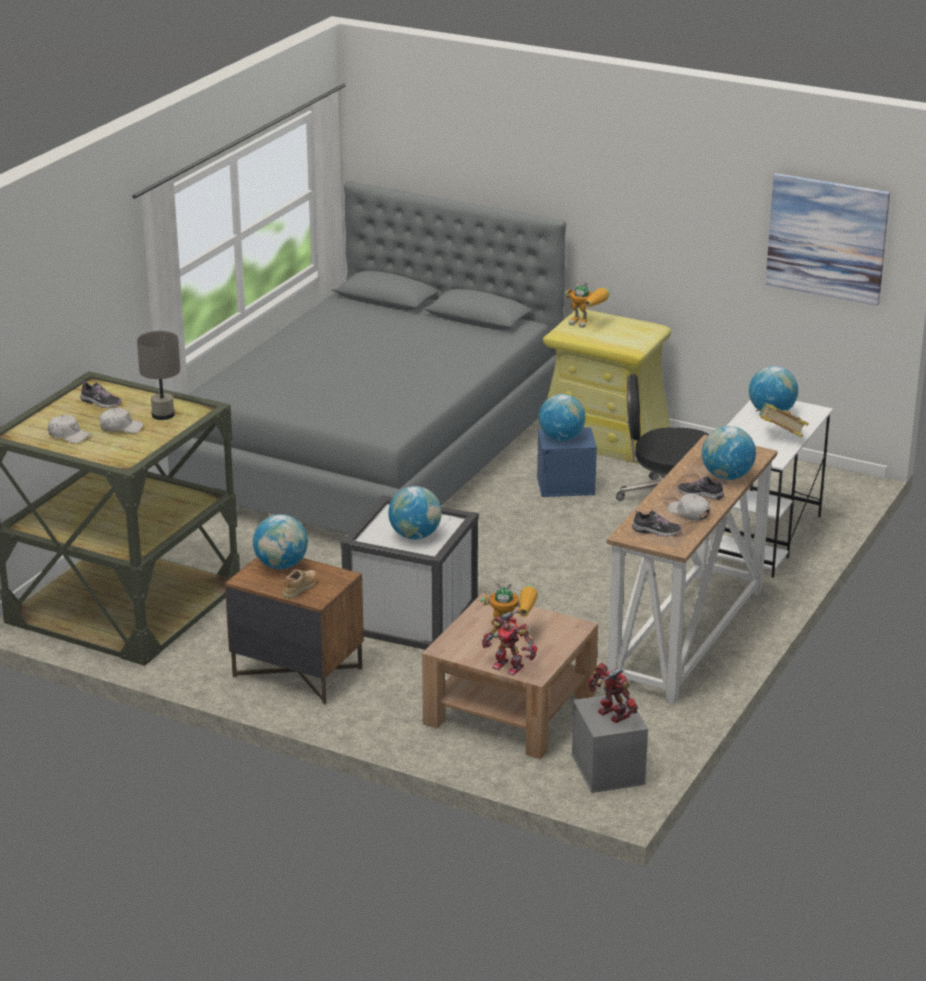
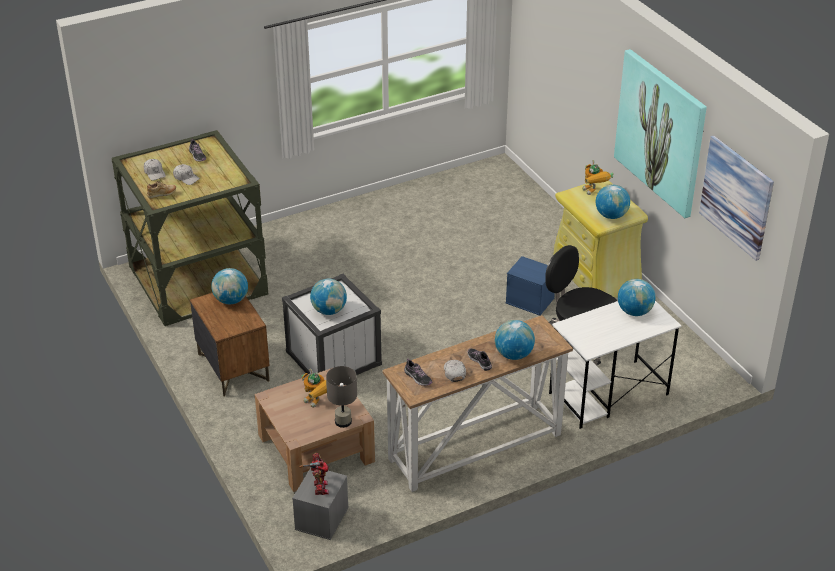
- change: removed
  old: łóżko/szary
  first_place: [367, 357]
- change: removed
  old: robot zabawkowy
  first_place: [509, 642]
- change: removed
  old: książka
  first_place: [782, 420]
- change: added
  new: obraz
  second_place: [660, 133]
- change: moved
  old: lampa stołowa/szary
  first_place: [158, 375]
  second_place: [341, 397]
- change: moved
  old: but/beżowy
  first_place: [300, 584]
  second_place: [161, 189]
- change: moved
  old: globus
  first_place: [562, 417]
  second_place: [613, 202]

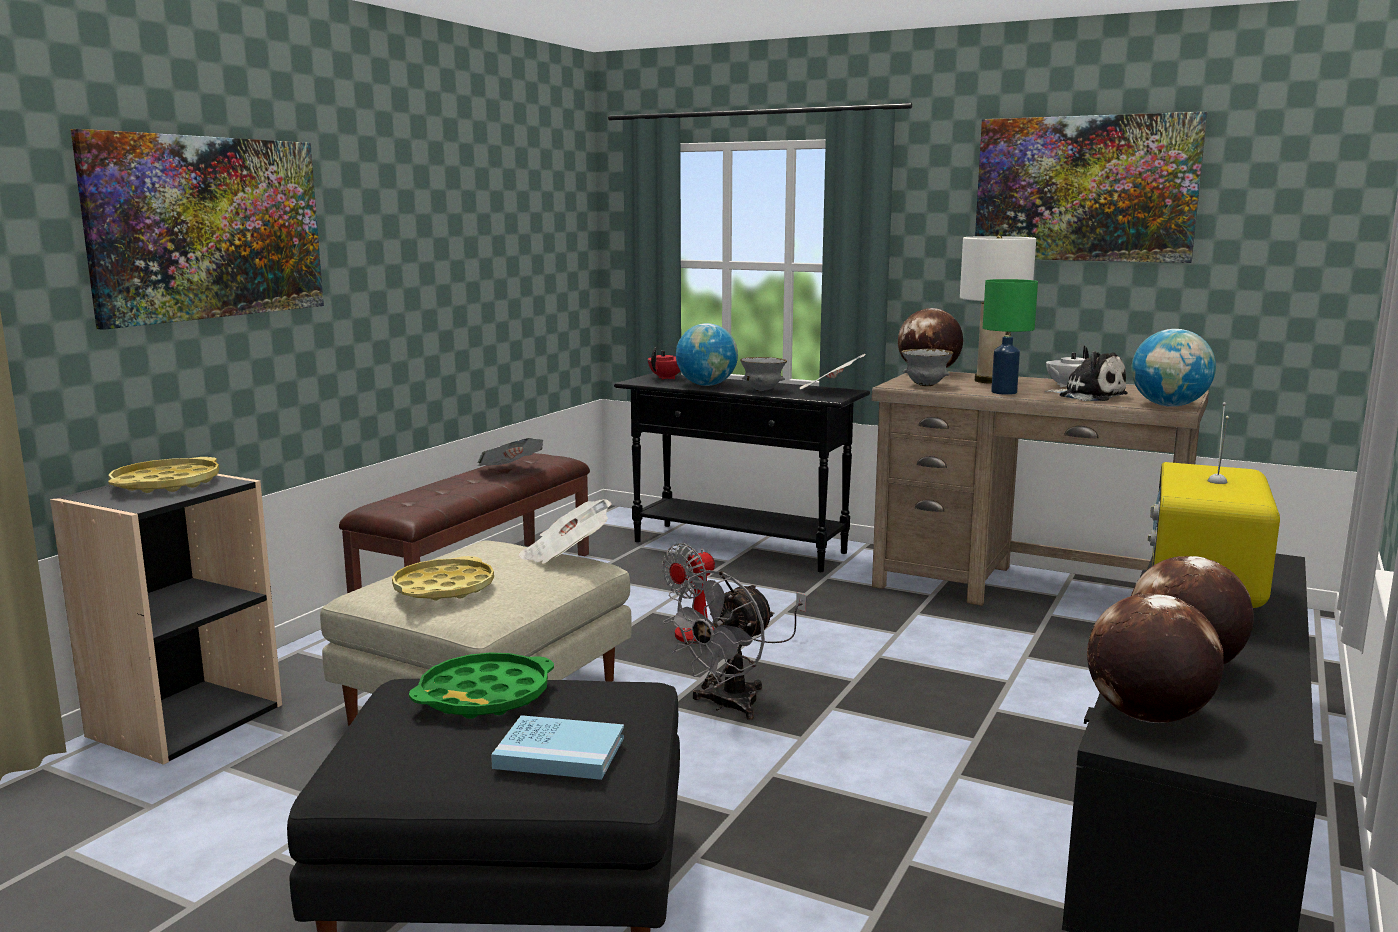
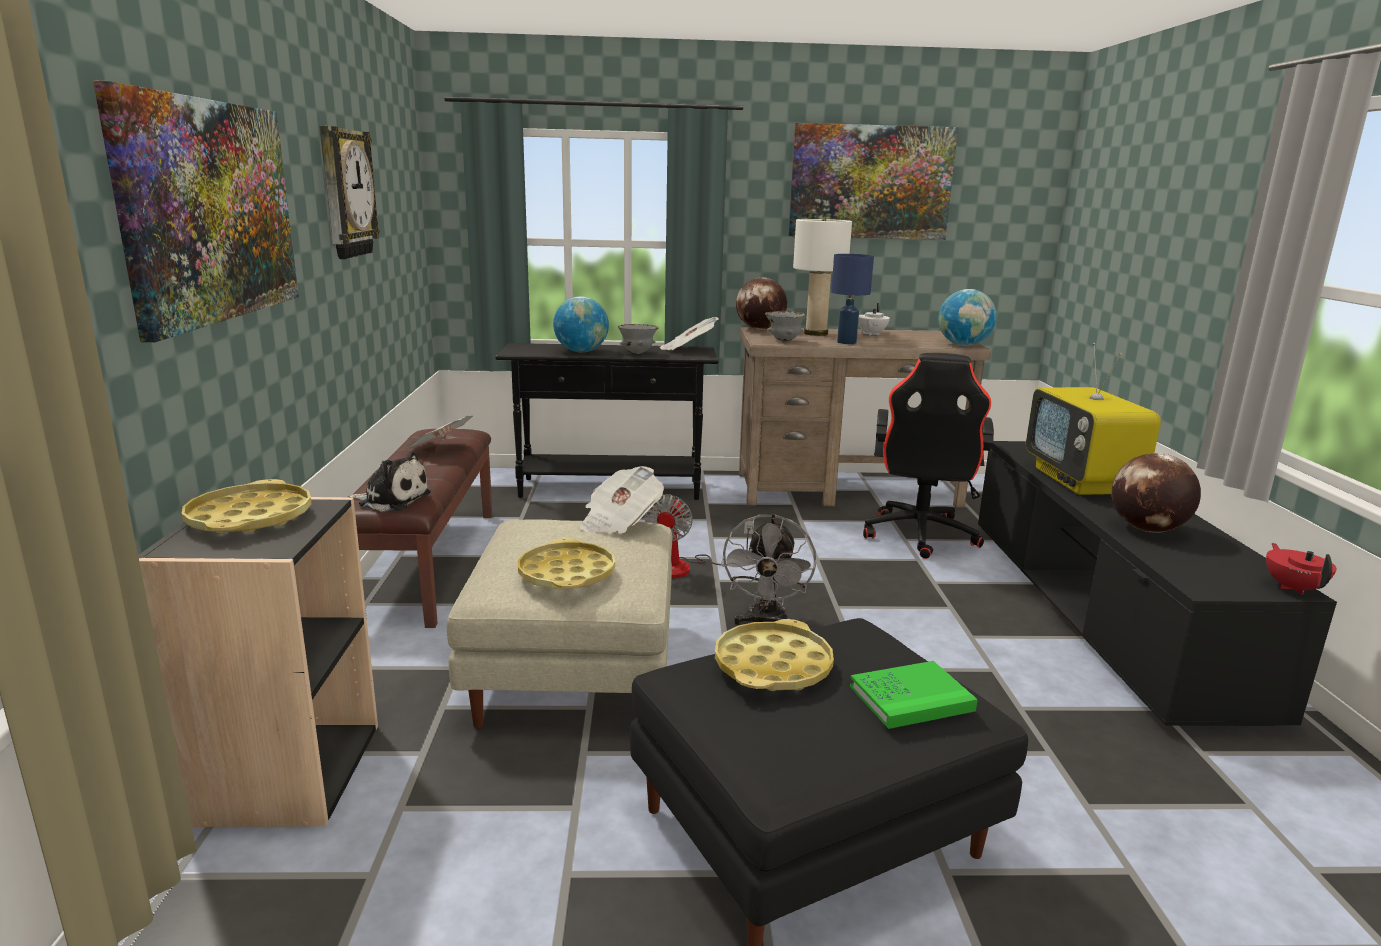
- change: removed
  old: globus
  first_place: [1155, 658]
- change: added
  new: zegar ścienny
  second_place: [349, 192]
- change: added
  new: krzesło biurowe/czarny
  second_place: [928, 456]
- change: moved
  old: imbryk/czerwony
  first_place: [664, 364]
  second_place: [1301, 569]
- change: moved
  old: pluszak
  first_place: [1086, 376]
  second_place: [389, 481]
- change: recoloured
  old: taca/zielony
  new: taca/żółty
  first_place: [481, 686]
  second_place: [774, 655]
- change: recoloured
  old: książka/niebieski
  new: książka/zielony
  first_place: [557, 747]
  second_place: [914, 695]
- change: recoloured
  old: lampa stołowa/zielony
  new: lampa stołowa/niebieski
  first_place: [1010, 337]
  second_place: [852, 299]

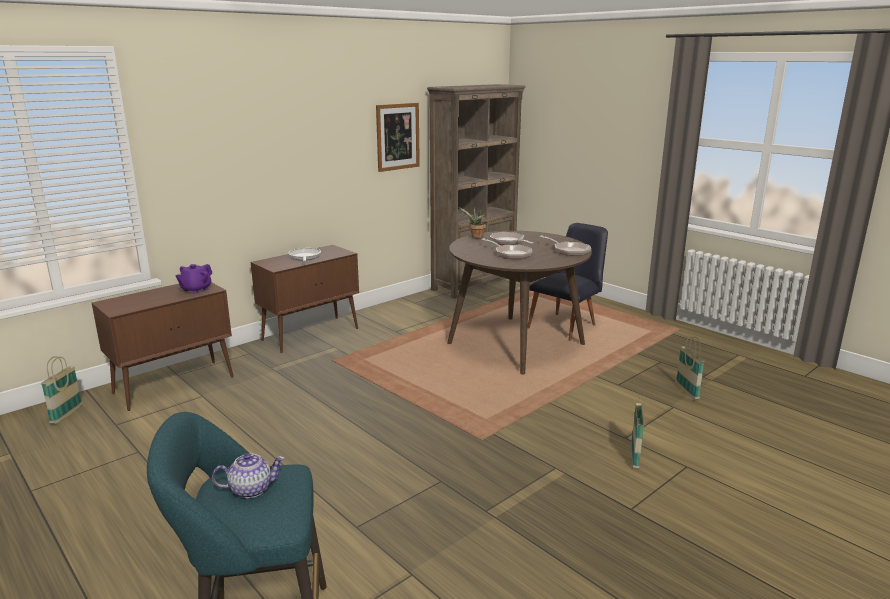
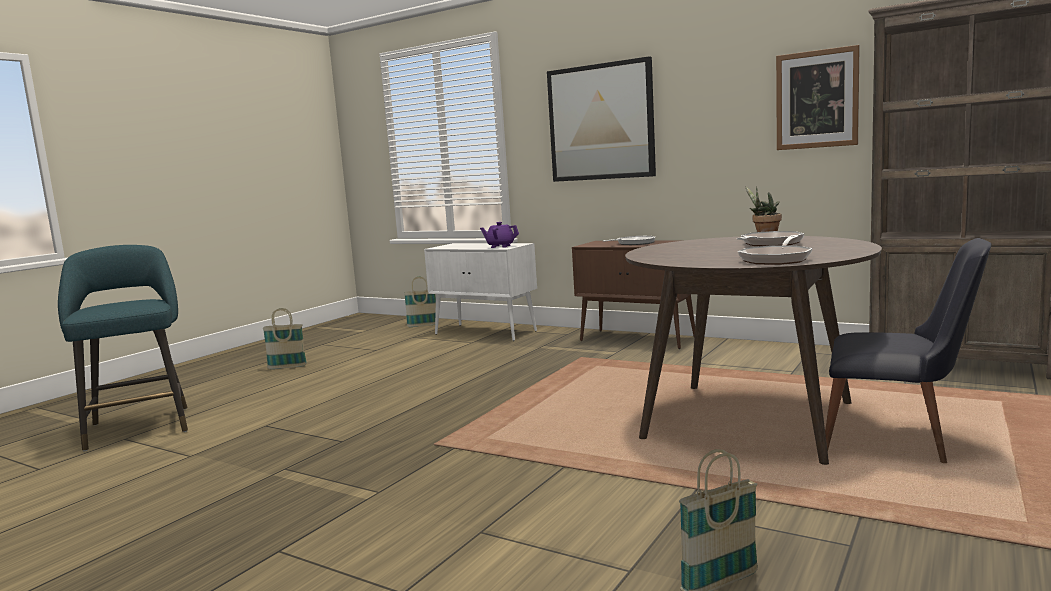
- change: removed
  old: imbryk
  first_place: [248, 475]
- change: removed
  old: patelnia
  first_place: [507, 249]
- change: added
  new: obraz
  second_place: [601, 119]
- change: moved
  old: koszyk
  first_place: [638, 431]
  second_place: [285, 338]
- change: recoloured
  old: szafka/brązowy
  new: szafka/biały
  first_place: [163, 346]
  second_place: [480, 292]

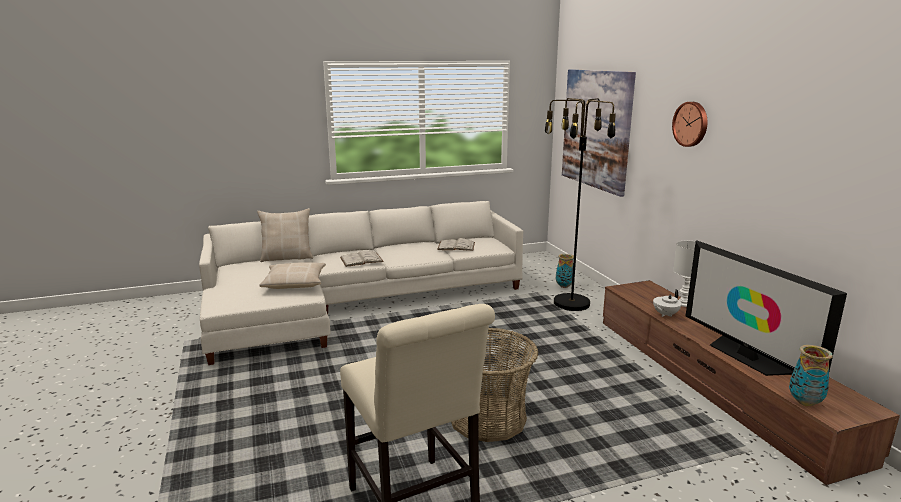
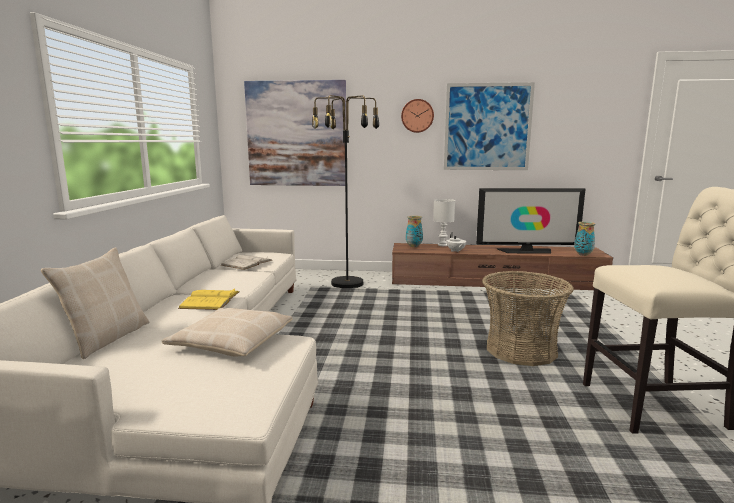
- change: added
  new: obraz
  second_place: [489, 126]
- change: moved
  old: wazon
  first_place: [565, 271]
  second_place: [414, 231]
- change: recoloured
  old: książka/biały
  new: książka/żółty
  first_place: [362, 258]
  second_place: [208, 299]

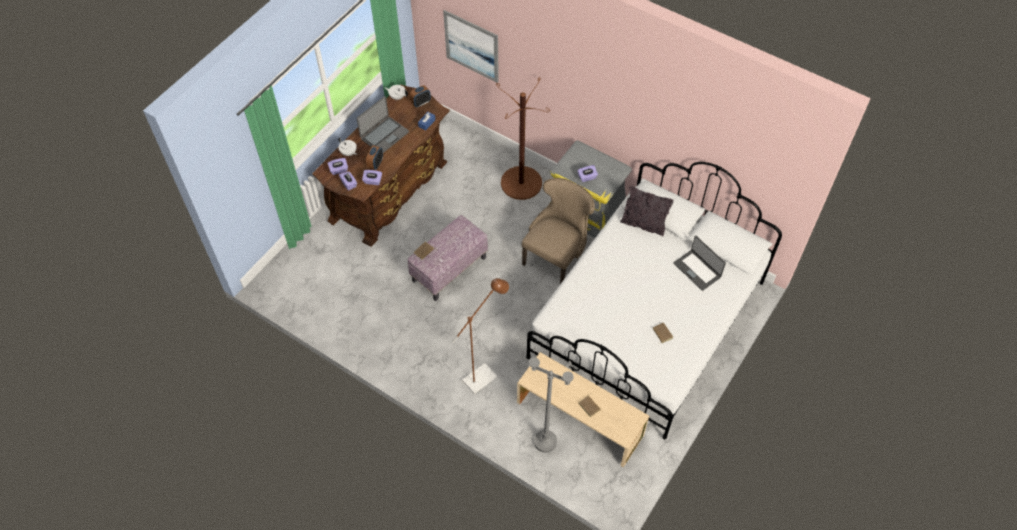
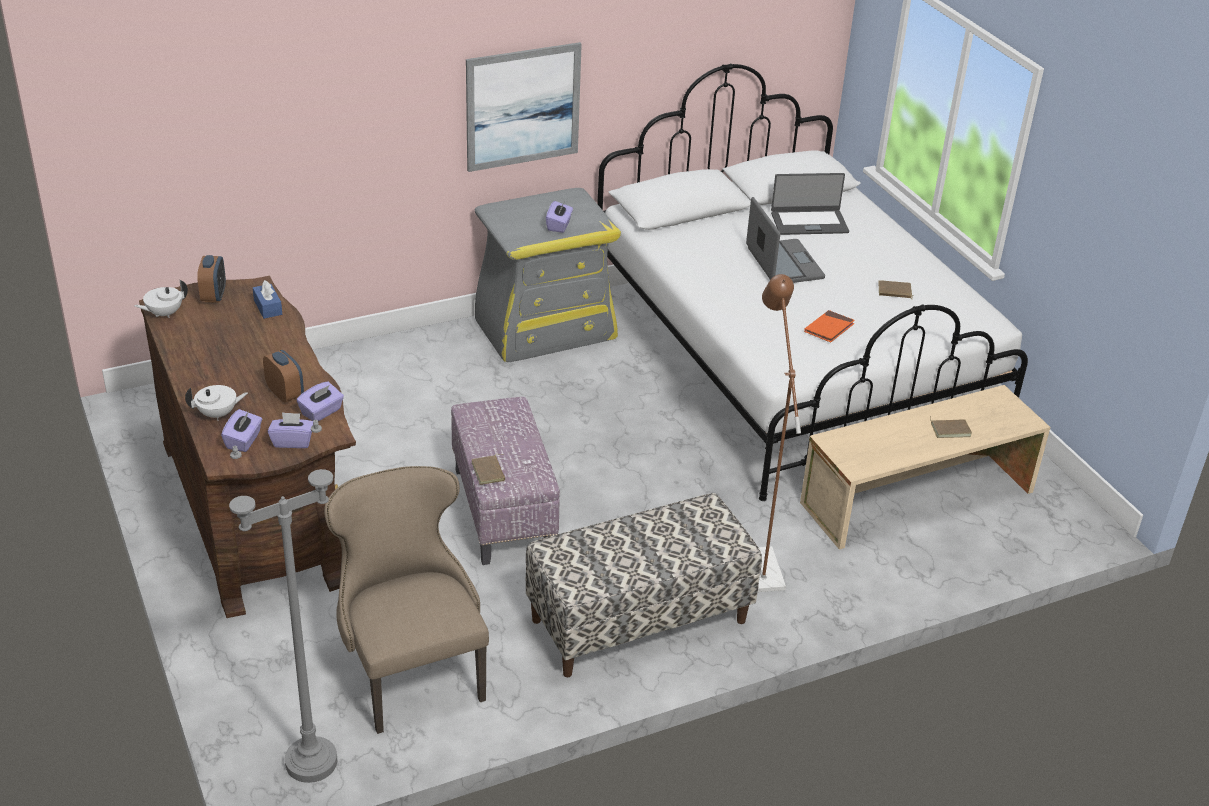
- change: removed
  old: wieszak/brązowy
  first_place: [523, 138]
- change: removed
  old: poduszka/czarny
  first_place: [647, 211]
- change: added
  new: ławka
  second_place: [644, 585]
- change: added
  new: książka/pomarańczowy
  second_place: [829, 326]
- change: moved
  old: laptop
  first_place: [383, 124]
  second_place: [785, 240]
- change: moved
  old: obraz
  first_place: [471, 46]
  second_place: [524, 107]
- change: moved
  old: krzesło/beżowy
  first_place: [558, 231]
  second_place: [406, 600]
- change: moved
  old: lampa stojąca/szary
  first_place: [551, 399]
  second_place: [283, 601]

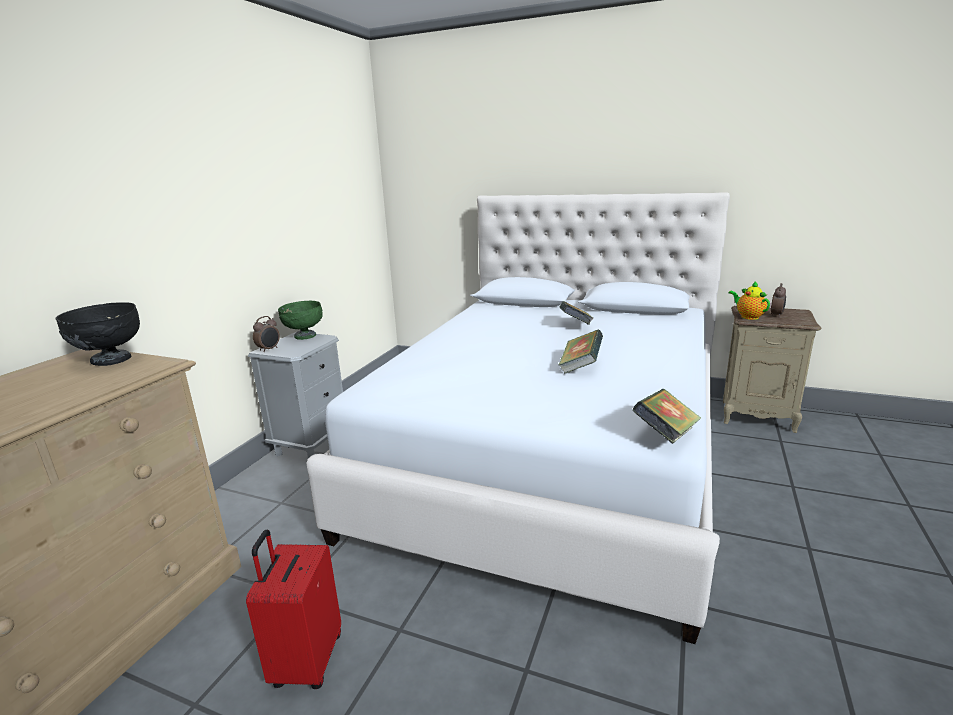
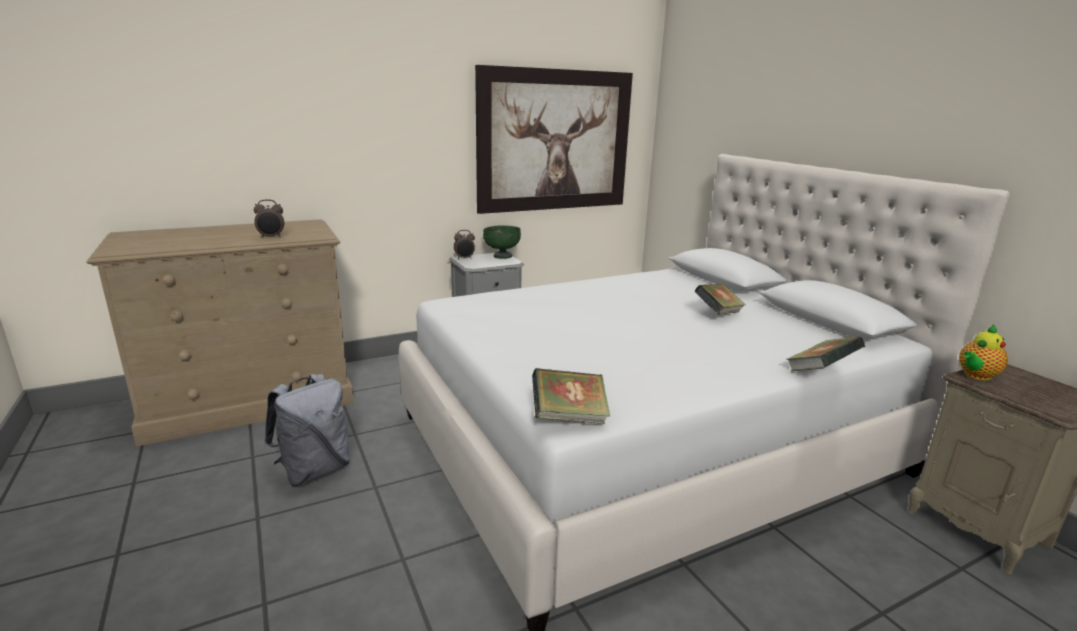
- change: removed
  old: miska/czarny
  first_place: [98, 334]
- change: added
  new: obraz
  second_place: [554, 139]
- change: moved
  old: książka
  first_place: [580, 352]
  second_place: [825, 354]
- change: moved
  old: budzik
  first_place: [778, 300]
  second_place: [269, 219]
- change: replaced
  old: walizka/czerwony
  new: plecak/szary
  first_place: [293, 609]
  second_place: [307, 430]
- change: turned
  old: imbryk
  first_place: [749, 300]
  second_place: [983, 352]
  degrees: -135

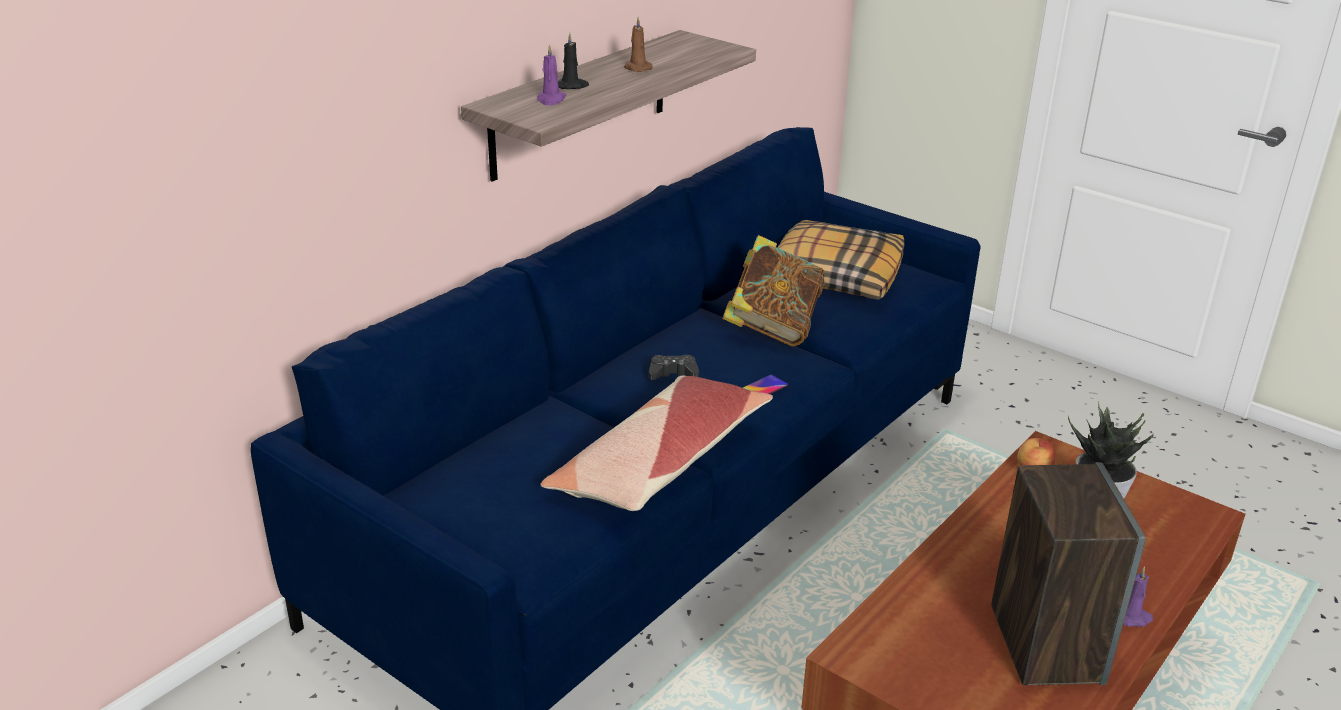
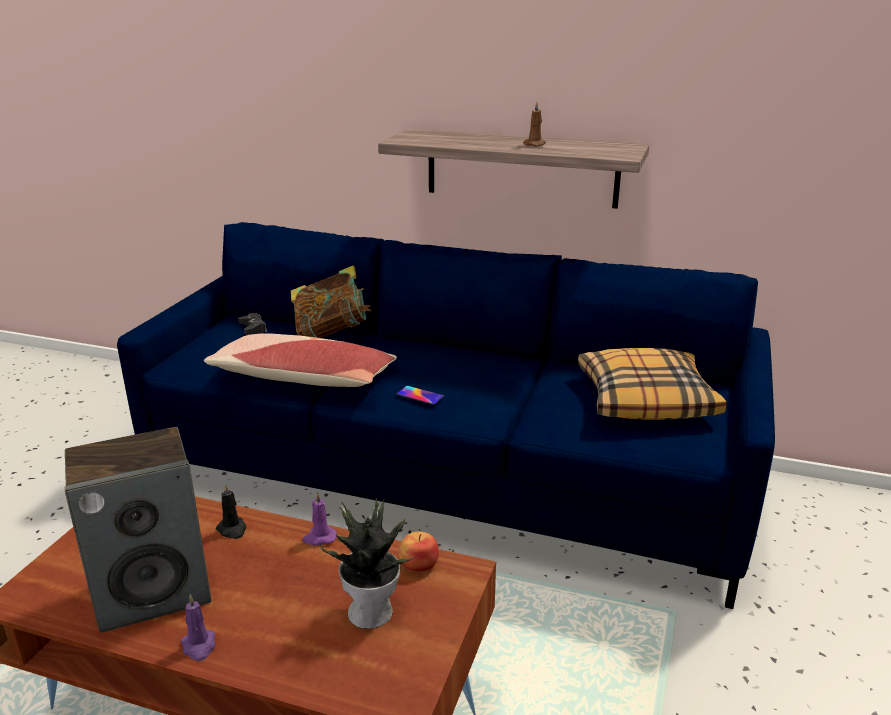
- change: moved
  old: świeca/fioletowy
  first_place: [551, 75]
  second_place: [319, 519]
- change: moved
  old: świeca/czarny
  first_place: [573, 61]
  second_place: [231, 511]
- change: moved
  old: pad do gier/czarny
  first_place: [674, 367]
  second_place: [252, 324]
- change: moved
  old: książka
  first_place: [774, 290]
  second_place: [331, 302]

